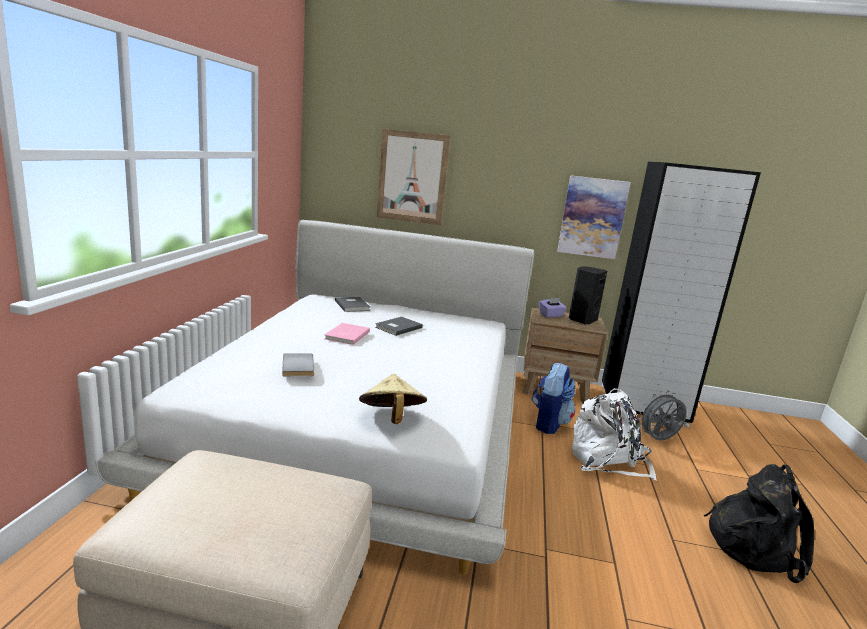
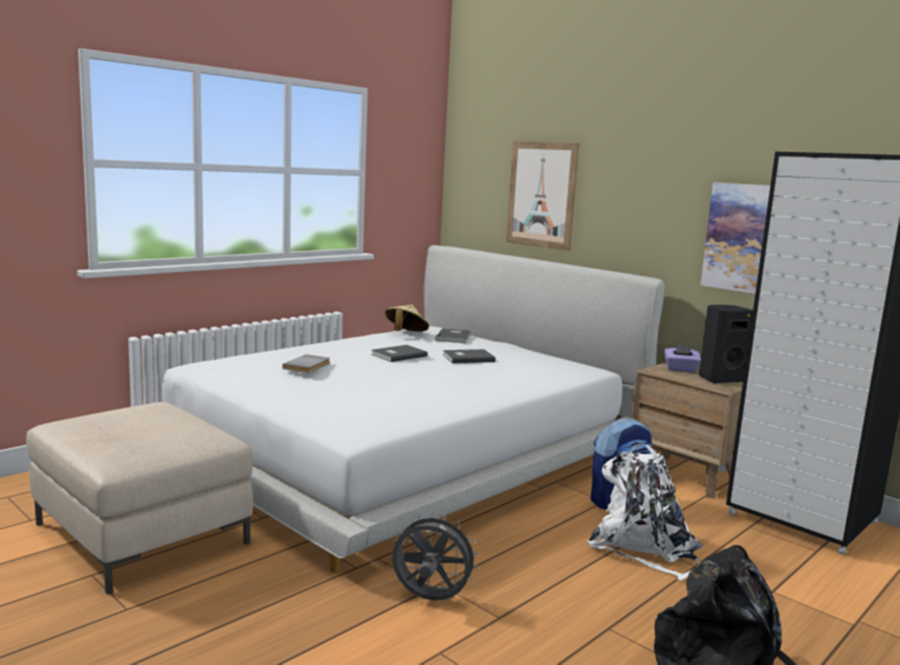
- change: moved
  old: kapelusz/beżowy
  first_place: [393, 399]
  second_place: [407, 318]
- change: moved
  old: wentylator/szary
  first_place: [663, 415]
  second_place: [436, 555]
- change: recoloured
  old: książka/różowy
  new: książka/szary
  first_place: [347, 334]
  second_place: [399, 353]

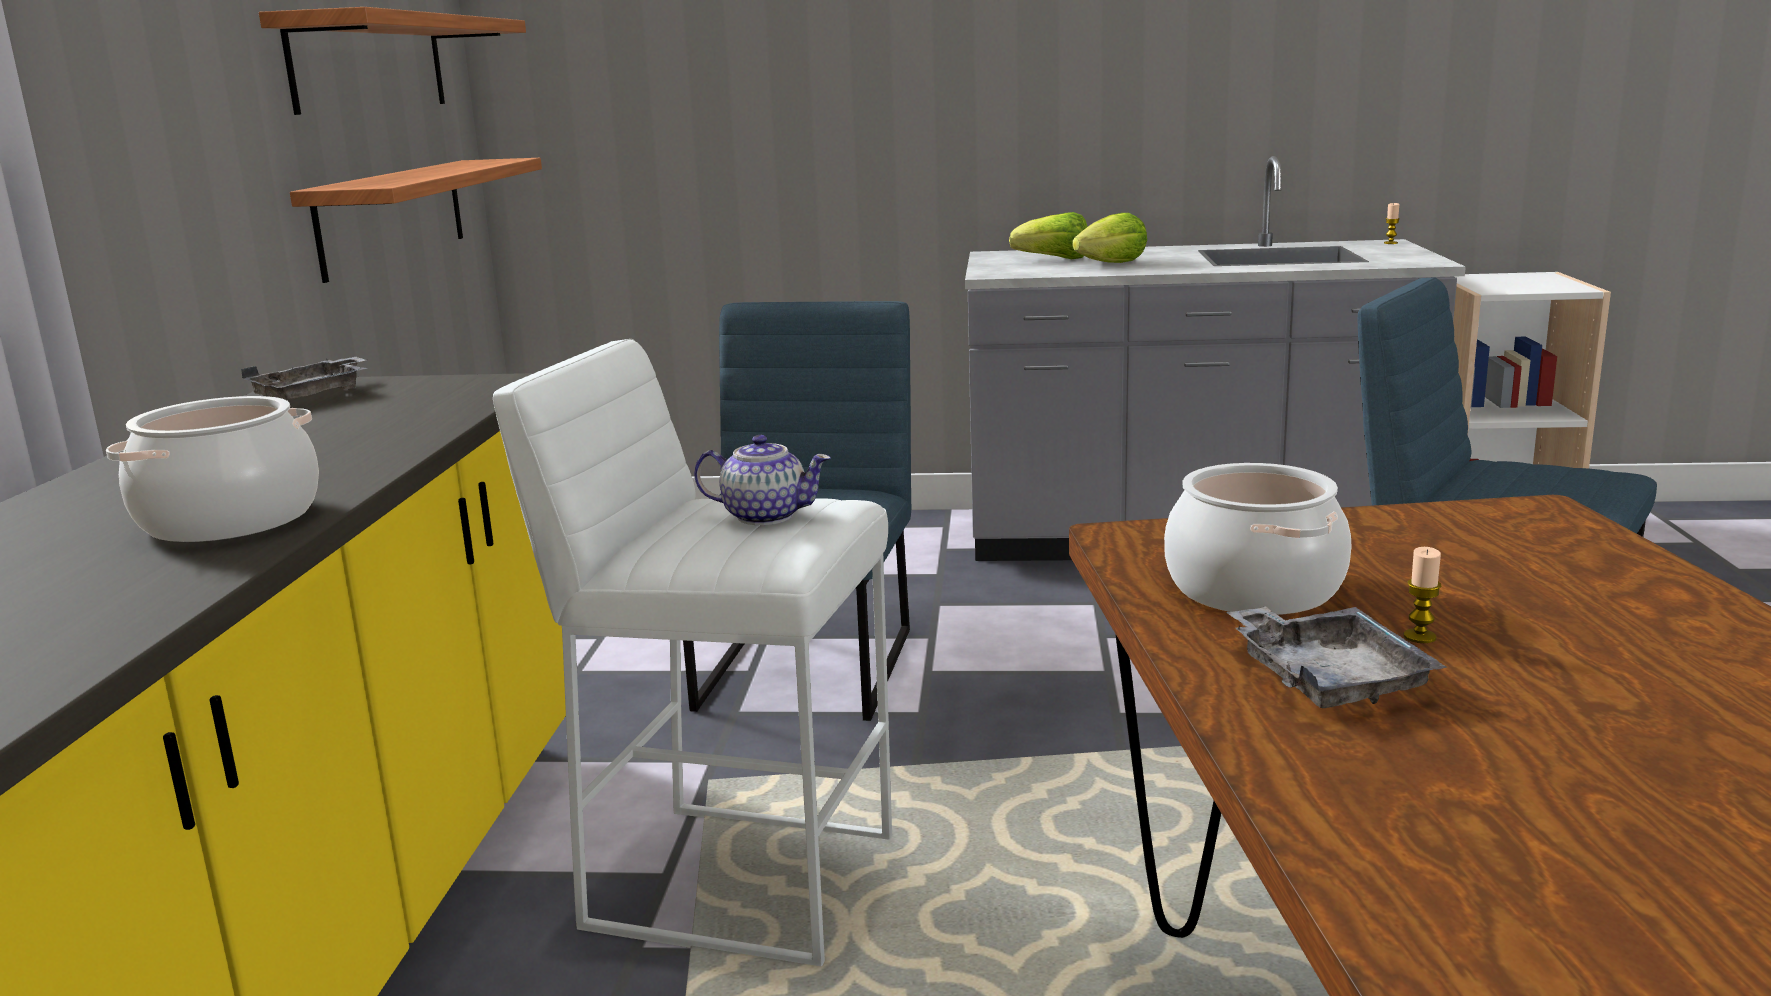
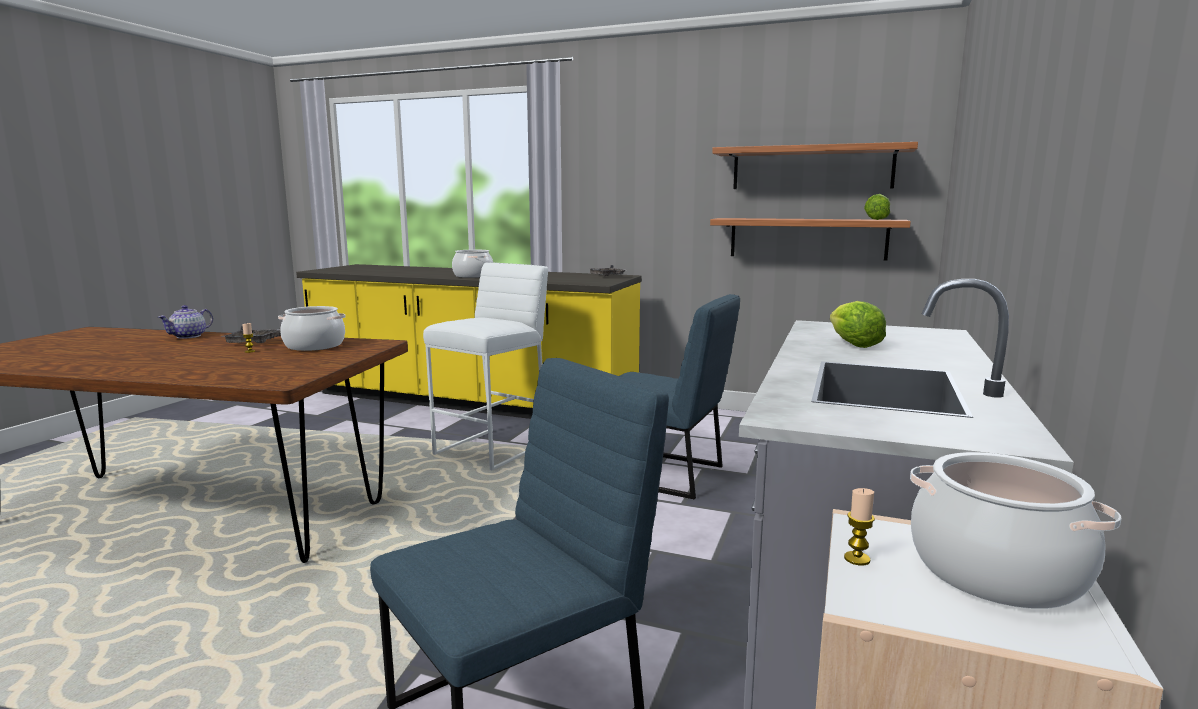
- change: added
  new: garnek
  second_place: [1015, 530]
- change: moved
  old: imbryk
  first_place: [762, 480]
  second_place: [185, 322]
- change: moved
  old: sałata
  first_place: [1048, 235]
  second_place: [877, 207]
- change: moved
  old: świeca
  first_place: [1392, 223]
  second_place: [859, 526]

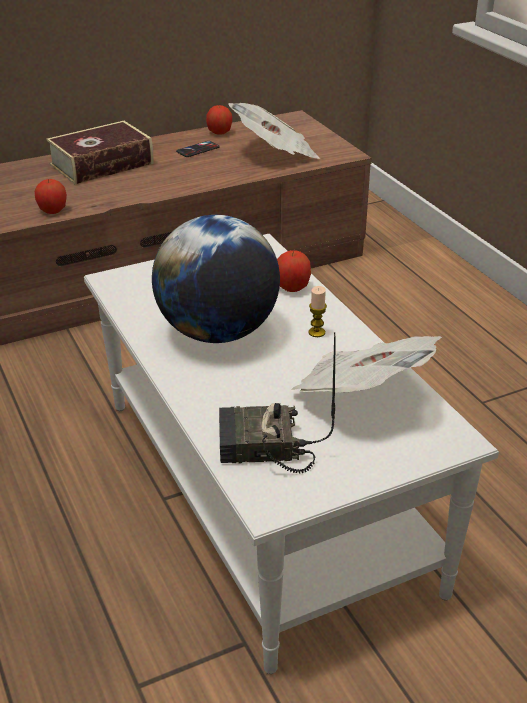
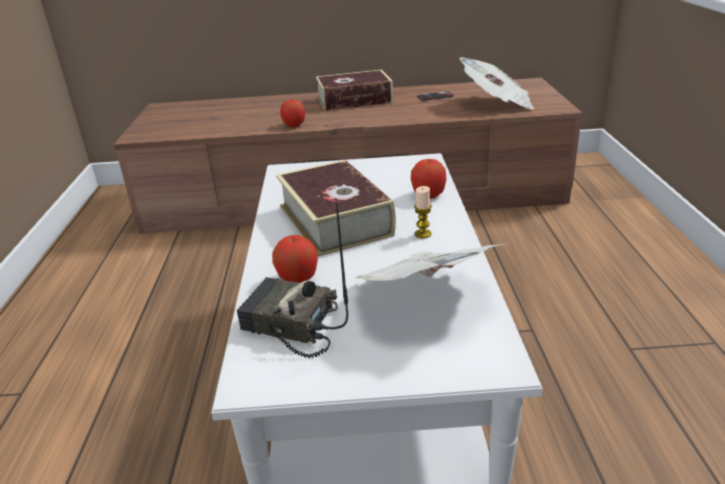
- change: moved
  old: jabłko
  first_place: [219, 120]
  second_place: [295, 259]
- change: replaced
  old: globus
  new: książka
  first_place: [216, 279]
  second_place: [336, 208]

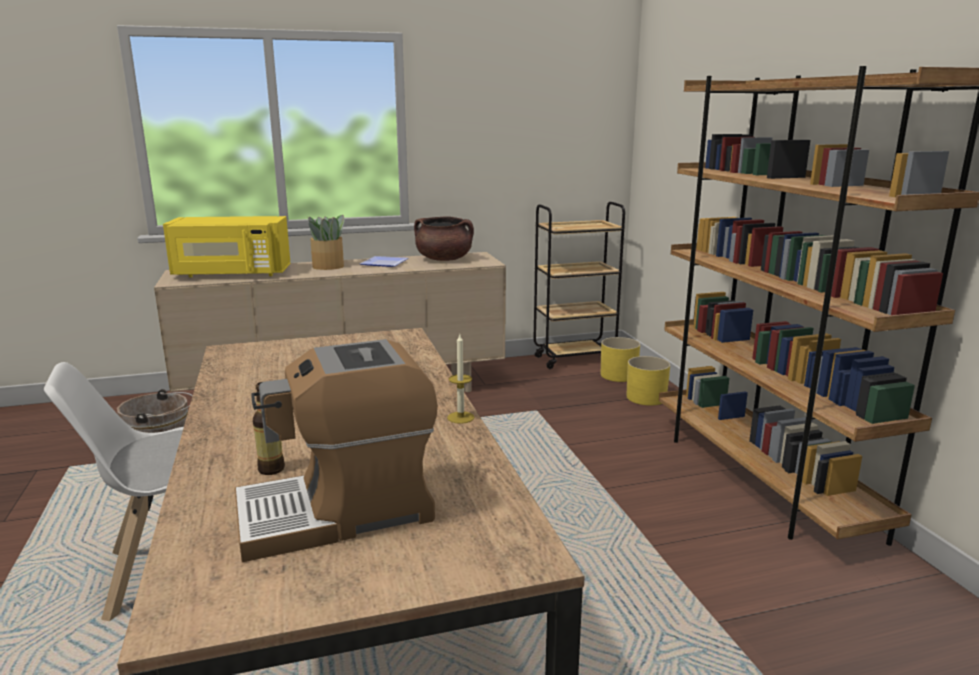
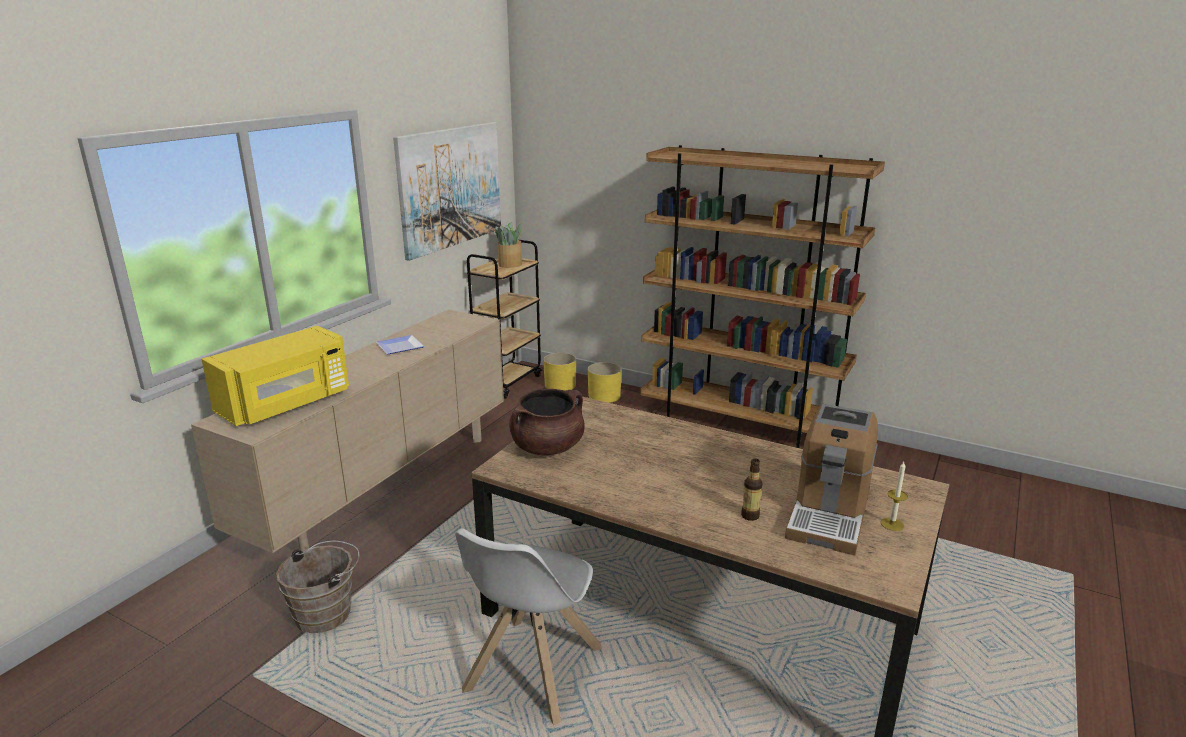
- change: added
  new: obraz
  second_place: [447, 191]
- change: moved
  old: roślina doniczkowa
  first_place: [326, 242]
  second_place: [509, 245]
- change: moved
  old: garnek/brązowy
  first_place: [444, 238]
  second_place: [547, 422]
- change: moved
  old: świeca
  first_place: [461, 379]
  second_place: [894, 496]

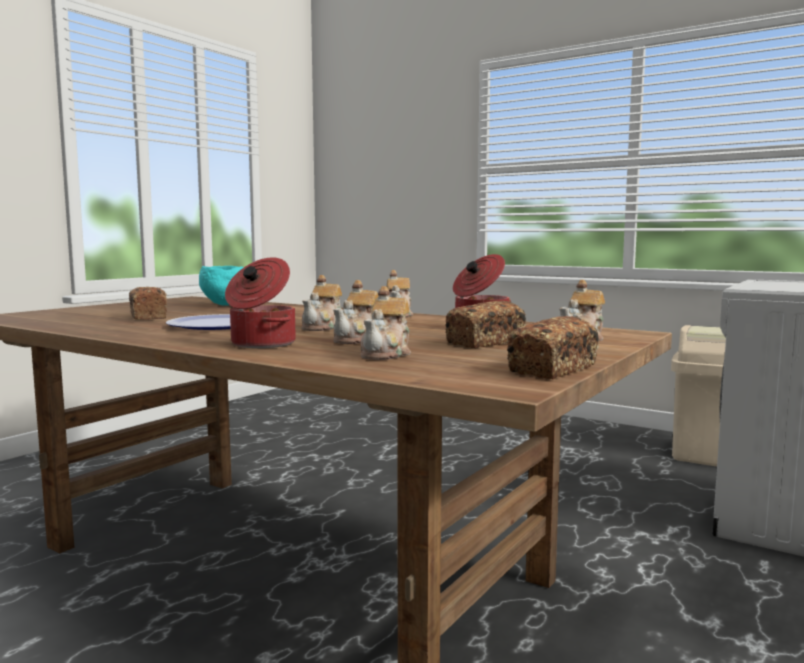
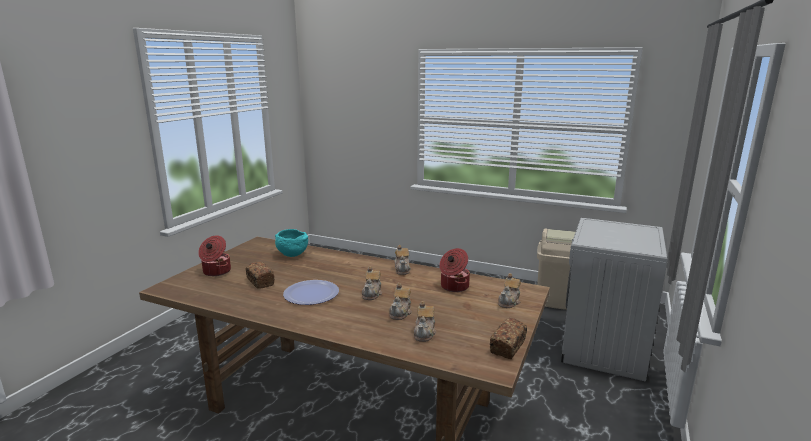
- change: removed
  old: chleb
  first_place: [485, 324]
- change: moved
  old: garnek
  first_place: [260, 302]
  second_place: [214, 255]

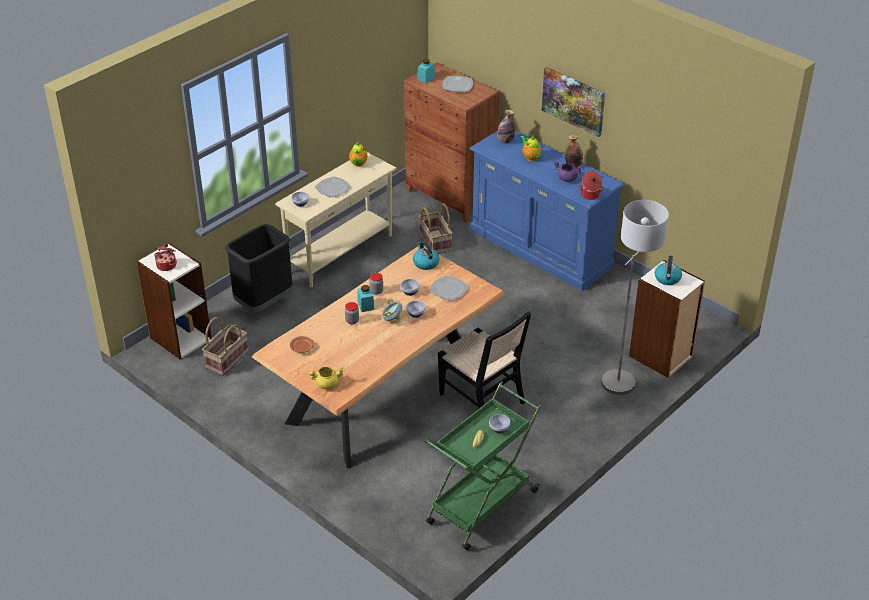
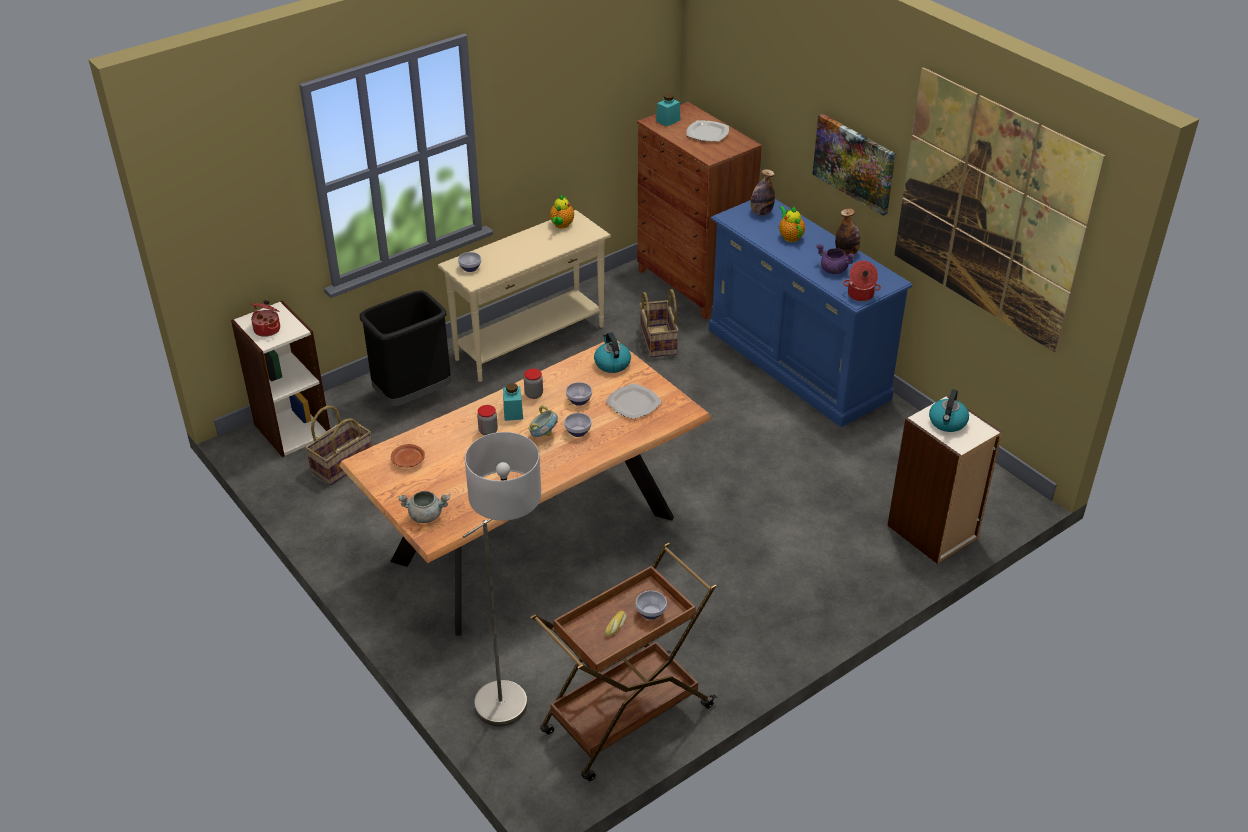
- change: removed
  old: talerz
  first_place: [333, 186]
- change: removed
  old: krzesło
  first_place: [484, 359]
- change: added
  new: obraz
  second_place: [999, 210]
- change: moved
  old: lampa stojąca/szary
  first_place: [635, 297]
  second_place: [502, 579]
- change: recoloured
  old: garnek/żółty
  new: garnek/szary
  first_place: [327, 378]
  second_place: [424, 507]
- change: recoloured
  old: wózek/zielony
  new: wózek/brązowy
  first_place: [482, 466]
  second_place: [623, 662]

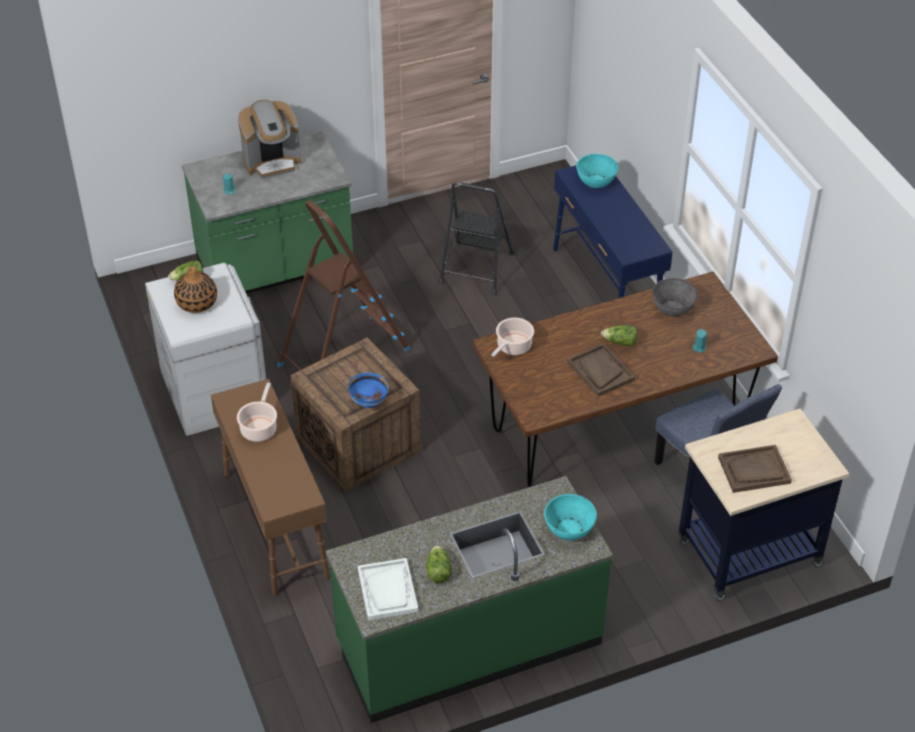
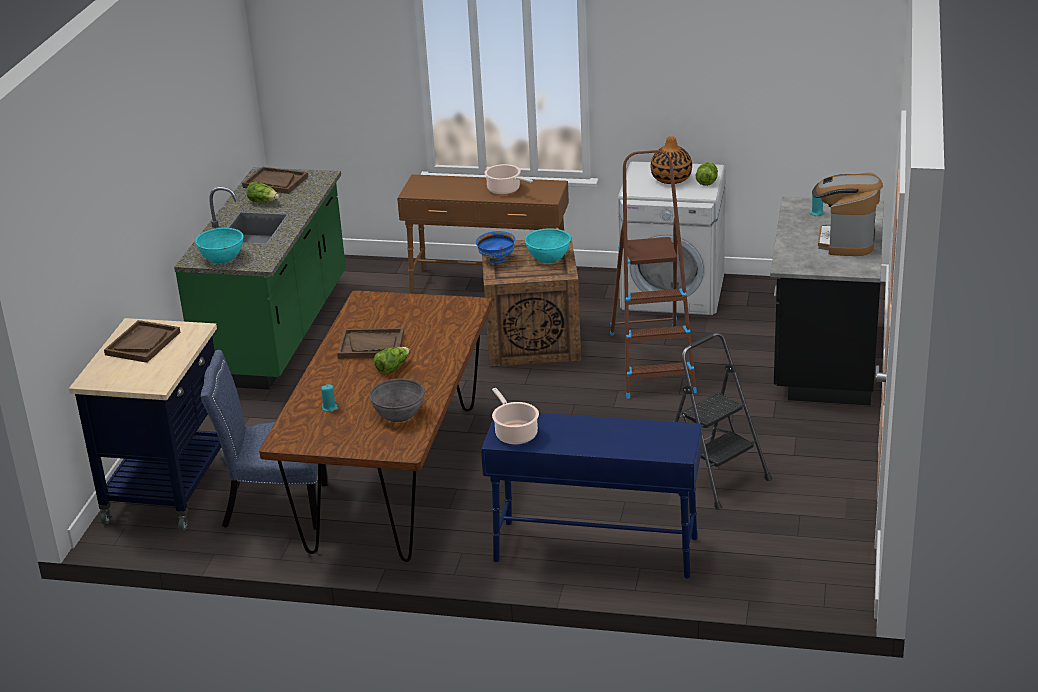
- change: moved
  old: garnek
  first_place: [512, 337]
  second_place: [515, 416]
- change: moved
  old: miska/turkusowy
  first_place: [597, 171]
  second_place: [548, 245]
- change: recoloured
  old: zabudowa kuchenna/zielony
  new: zabudowa kuchenna/czarny
  first_place: [267, 212]
  second_place: [827, 301]
- change: recoloured
  old: taca/biały
  new: taca/brązowy
  first_place: [388, 589]
  second_place: [275, 180]

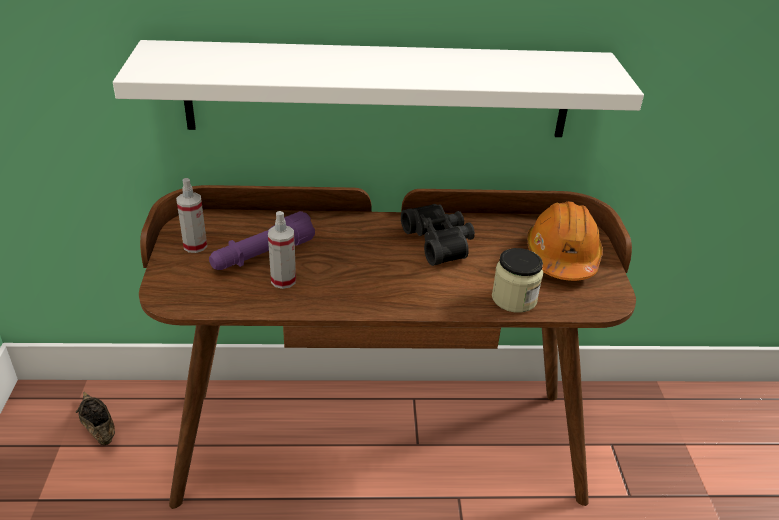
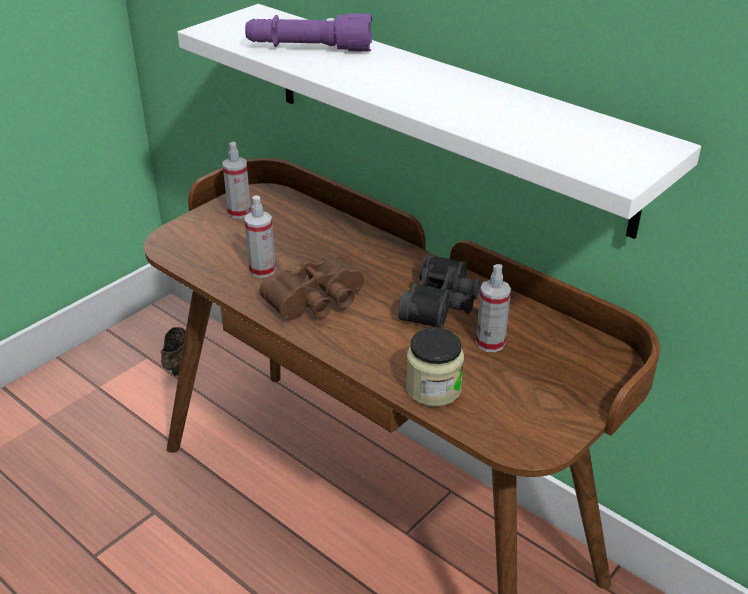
- change: removed
  old: kask/pomarańczowy
  first_place: [565, 241]
- change: added
  new: lornetka/brązowy
  second_place: [312, 286]
- change: added
  new: spryskiwacz
  second_place: [493, 308]
- change: moved
  old: latarka/fioletowy
  first_place: [262, 240]
  second_place: [308, 32]

